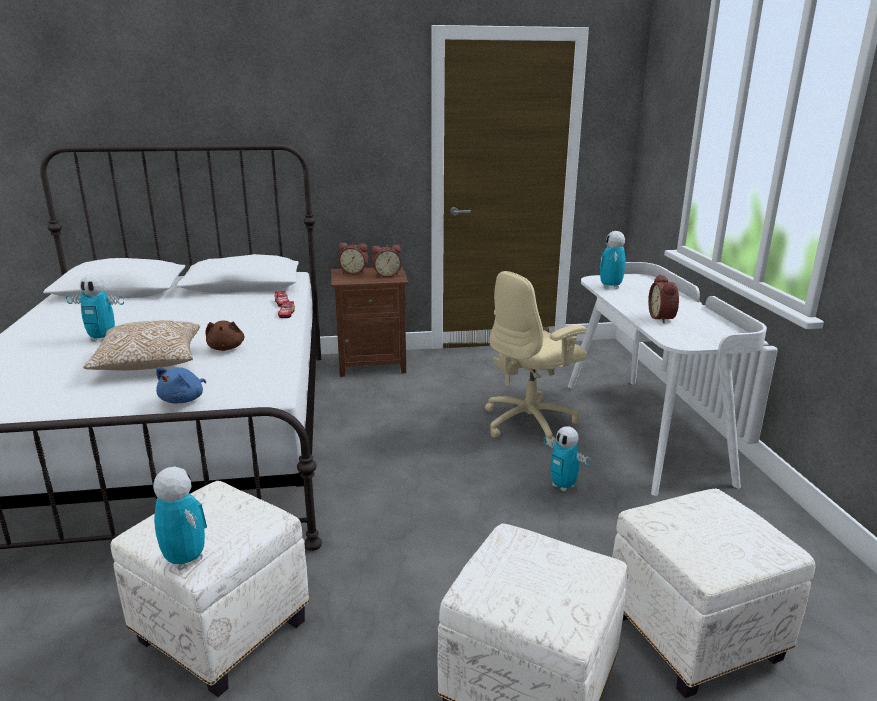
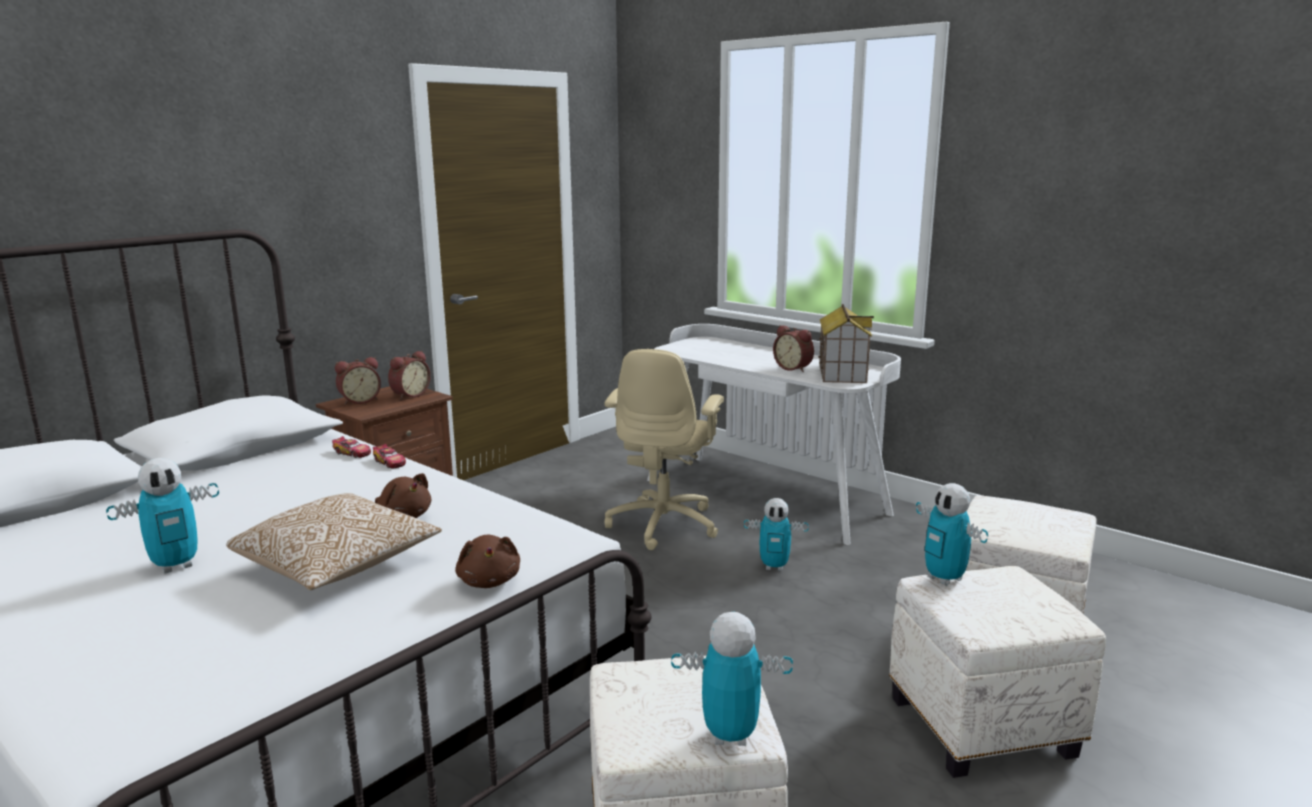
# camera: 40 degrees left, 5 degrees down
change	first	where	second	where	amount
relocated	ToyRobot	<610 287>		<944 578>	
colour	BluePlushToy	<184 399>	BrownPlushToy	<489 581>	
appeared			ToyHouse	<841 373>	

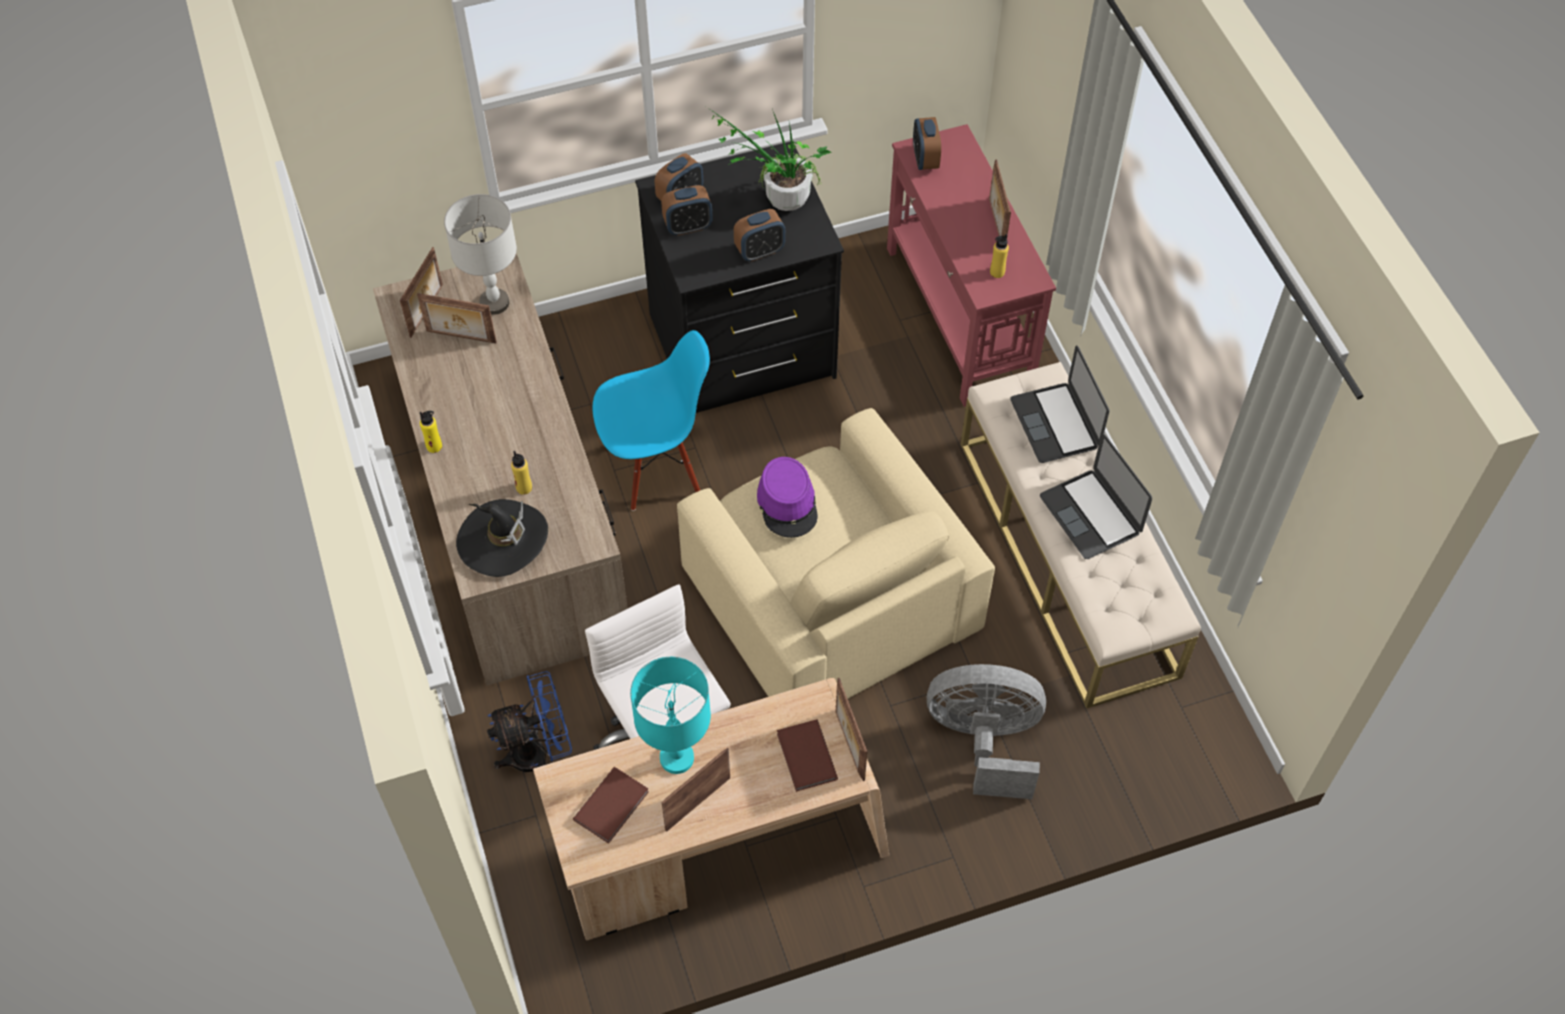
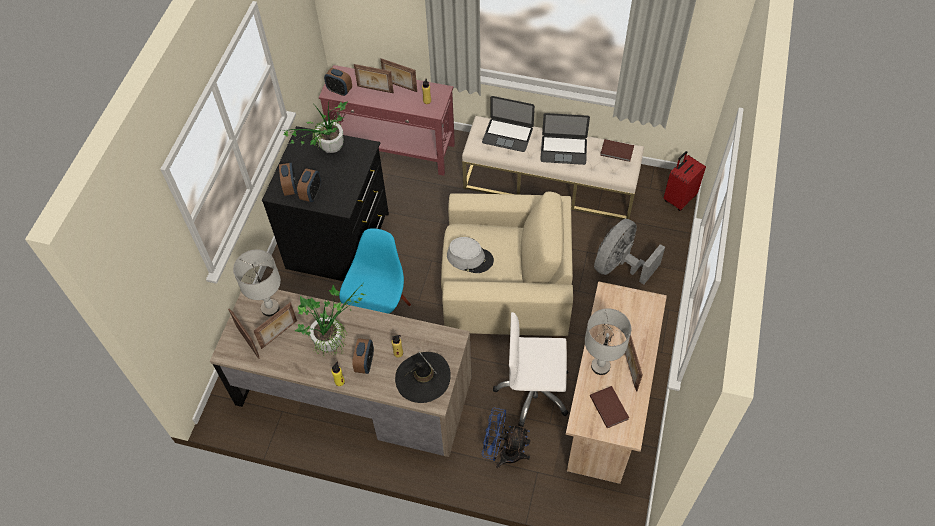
# camera: 55 degrees left, 0 degrees up
change	first	where	second	where	amount
relocated	AlarmClock	<760 251>		<365 363>	
colour	PurpleHat	<788 503>	GreyHat	<470 258>	
colour	TurquoiseTableLamp	<677 758>	GreyTableLamp	<601 366>	
spun	BlueFan	<539 753>		<504 452>	90 degrees counterclockwise
relocated	PictureFrame	<848 744>		<375 90>	
relocated	BrownBook	<805 758>		<617 152>	
appeared			RedSuitcase	<679 198>	
appeared			PottedPlant	<333 338>	

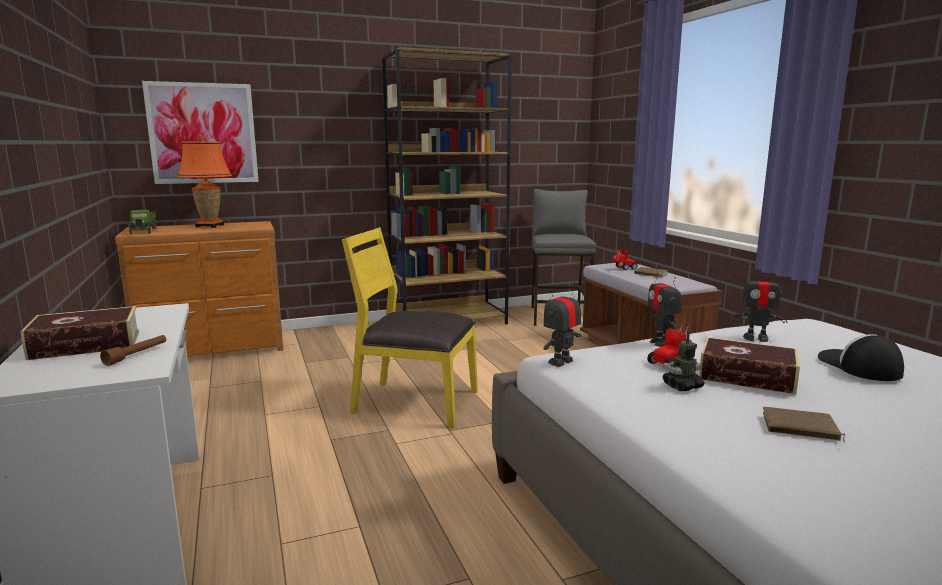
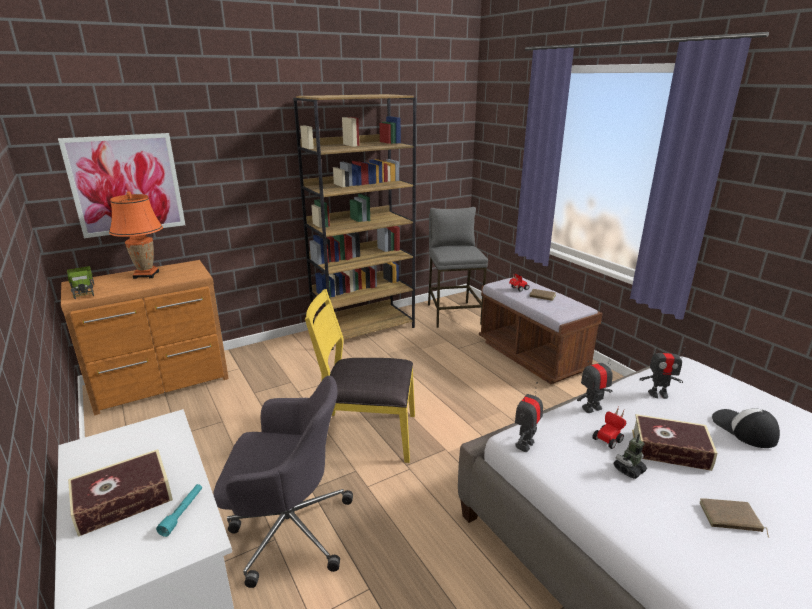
# camera: 10 degrees left, 10 degrees up
change	first	where	second	where	amount
spun	ToyRobot	<661 343>		<591 408>	90 degrees clockwise
colour	BrownFlashlight	<137 355>	TurquoiseFlashlight	<183 513>	
appeared			GreyOfficeChair	<288 529>	

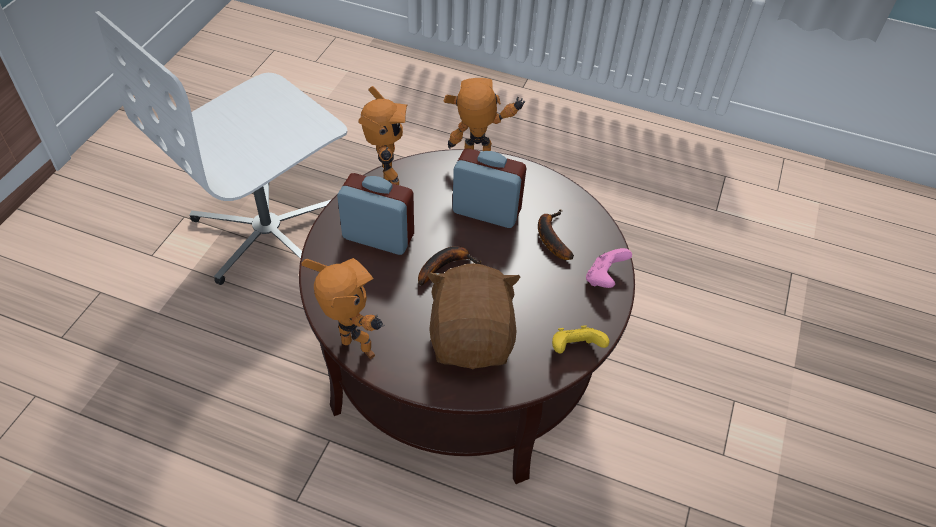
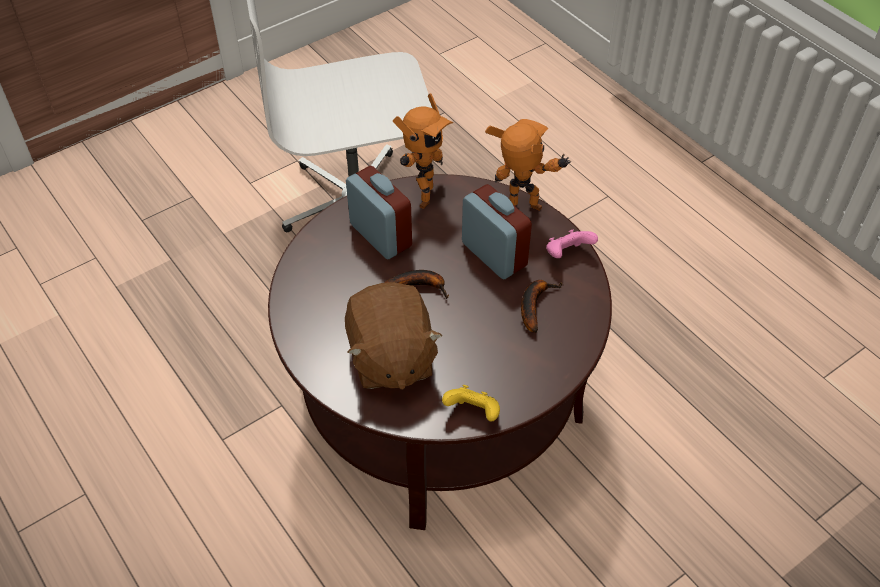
# camera: 35 degrees right, 0 degrees up
change	first	where	second	where	amount
relocated	PinkGameController	<604 278>		<567 254>	
missing	ToyRobot	<354 353>			
spun	BrownPlushToy	<472 338>		<390 358>	135 degrees clockwise

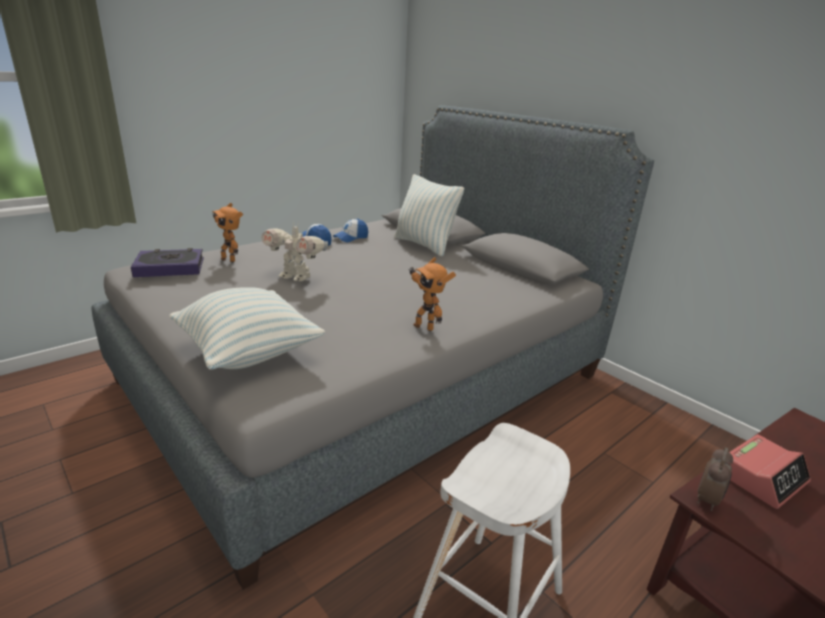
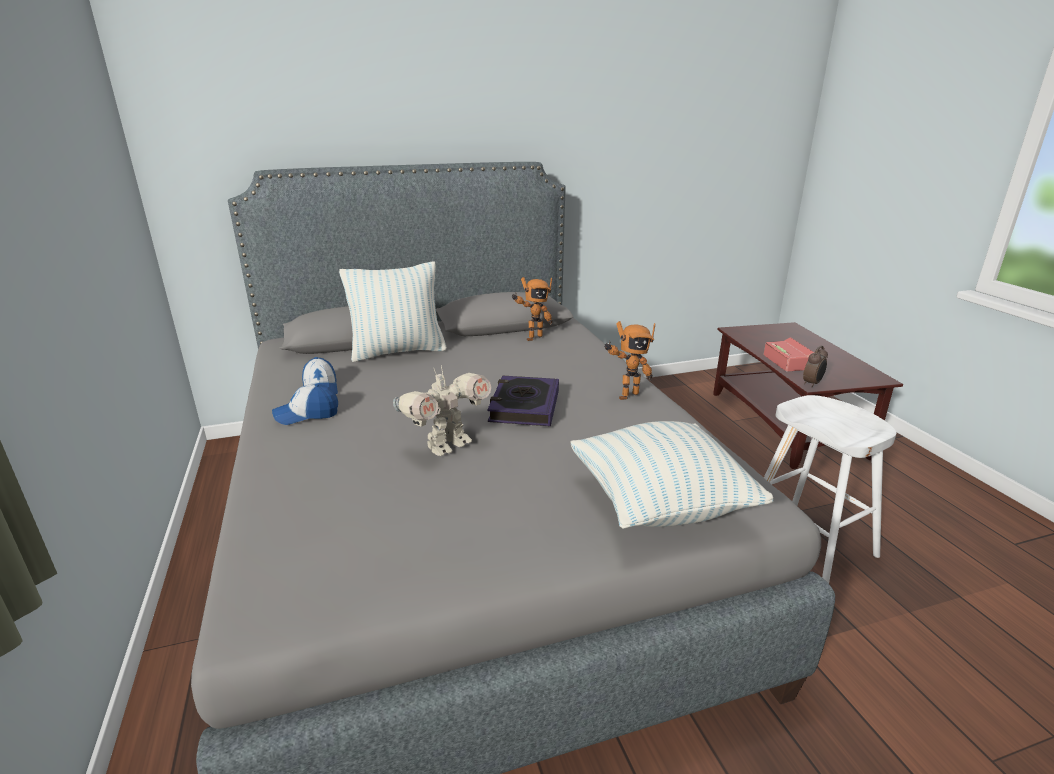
# camera: 65 degrees left, 0 degrees up
change	first	where	second	where	amount
relocated	ToyRobot	<229 259>		<532 337>	
relocated	Book	<170 268>		<524 406>	
spun	AlarmClock	<707 500>		<812 384>	75 degrees clockwise

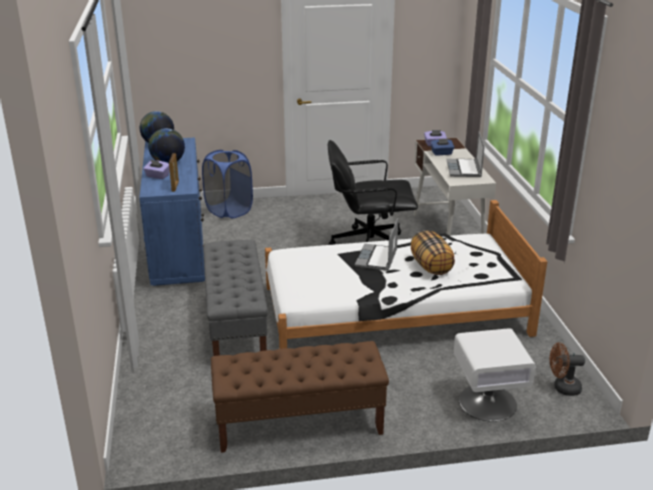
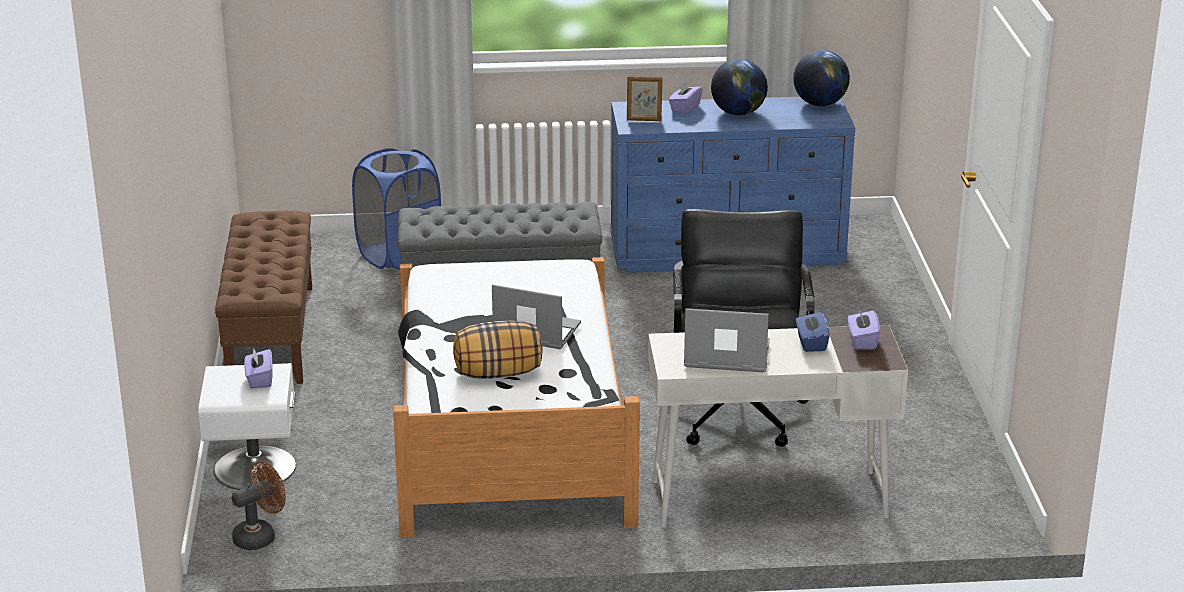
# camera: 95 degrees right, 0 degrees up
change	first	where	second	where	amount
relocated	BlueLaundryBasket	<229 210>		<399 255>	
spun	BrownFan	<562 388>		<260 536>	45 degrees clockwise
appeared			PurpleTissueBox	<259 380>	

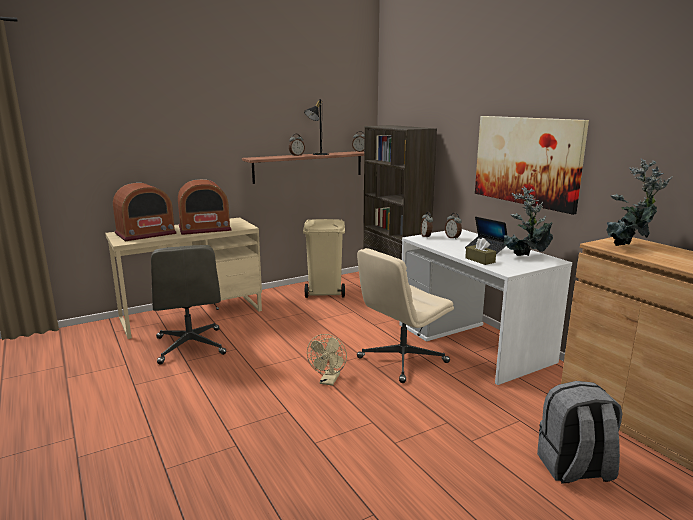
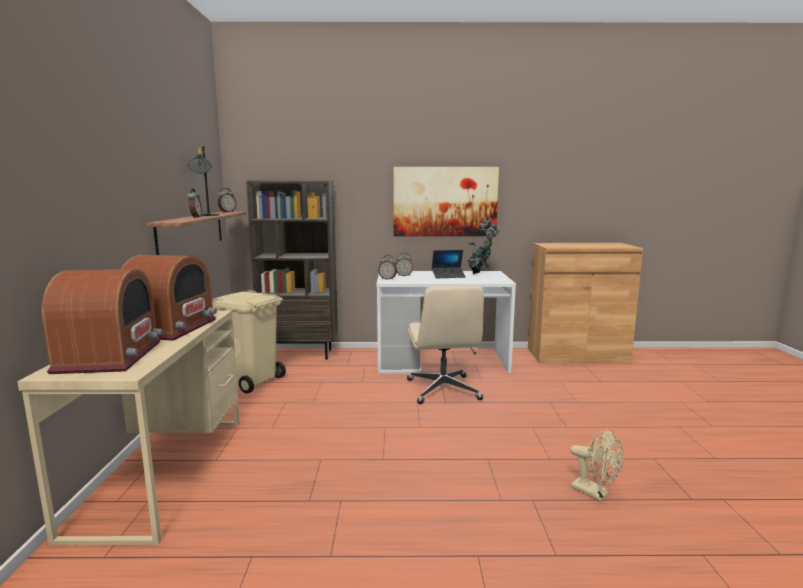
# camera: 60 degrees left, 5 degrees down
change	first	where	second	where	amount
missing	PottedPlant	<628 247>			
missing	BrownTissueBox	<480 260>			
missing	GreyOfficeChair	<190 346>			
relocated	BeigeFan	<329 381>		<595 493>	
missing	GreyBackpack	<574 469>			

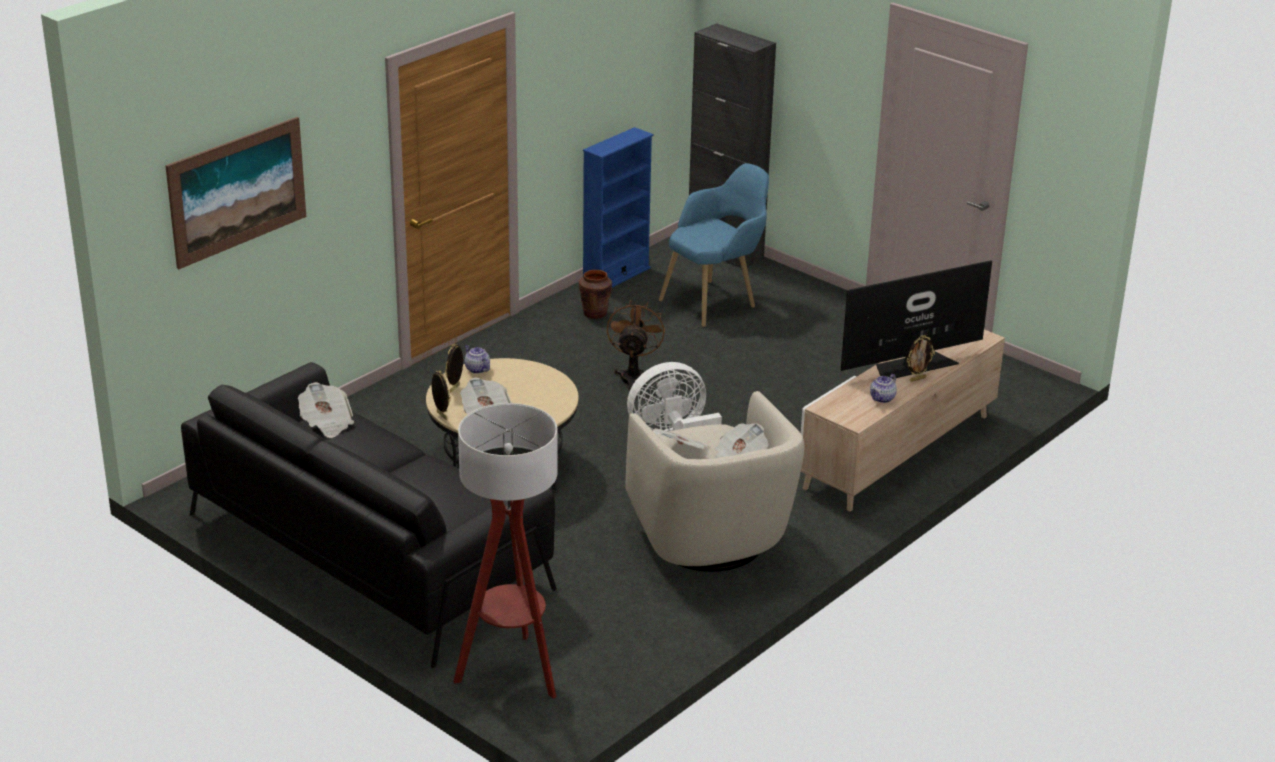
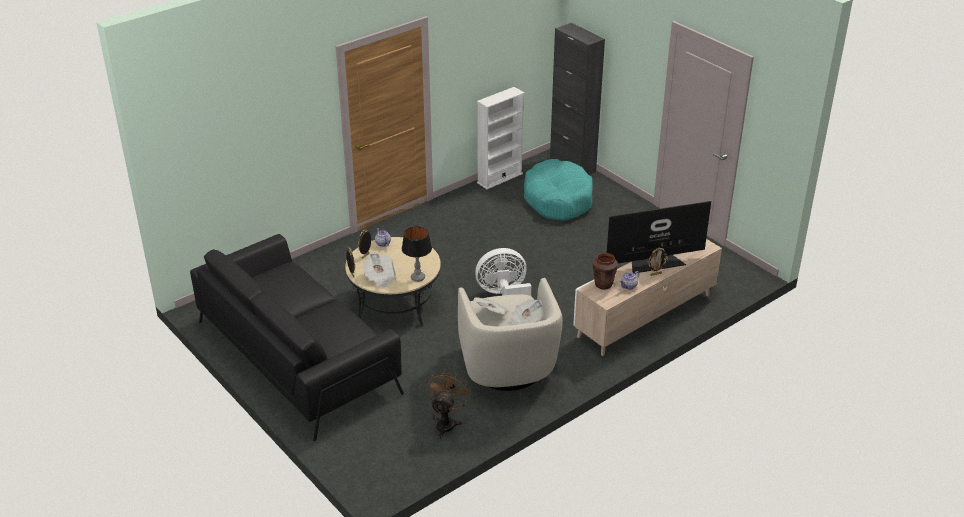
# camera: 10 degrees right, 5 degrees up
change	first	where	second	where	amount
missing	Picture	<237 191>			
colour	BlueBookcase	<616 276>	WhiteBookcase	<499 178>	
exchanged	BlueArmchair	<716 300>	TurquoiseDogBed	<558 199>	
relocated	BrownVase	<595 313>		<603 284>	
relocated	BrownFan	<633 376>		<446 422>	
missing	Newspaper	<326 423>			
missing	FloorLamp	<512 671>			
appeared			TableLamp	<417 278>	

